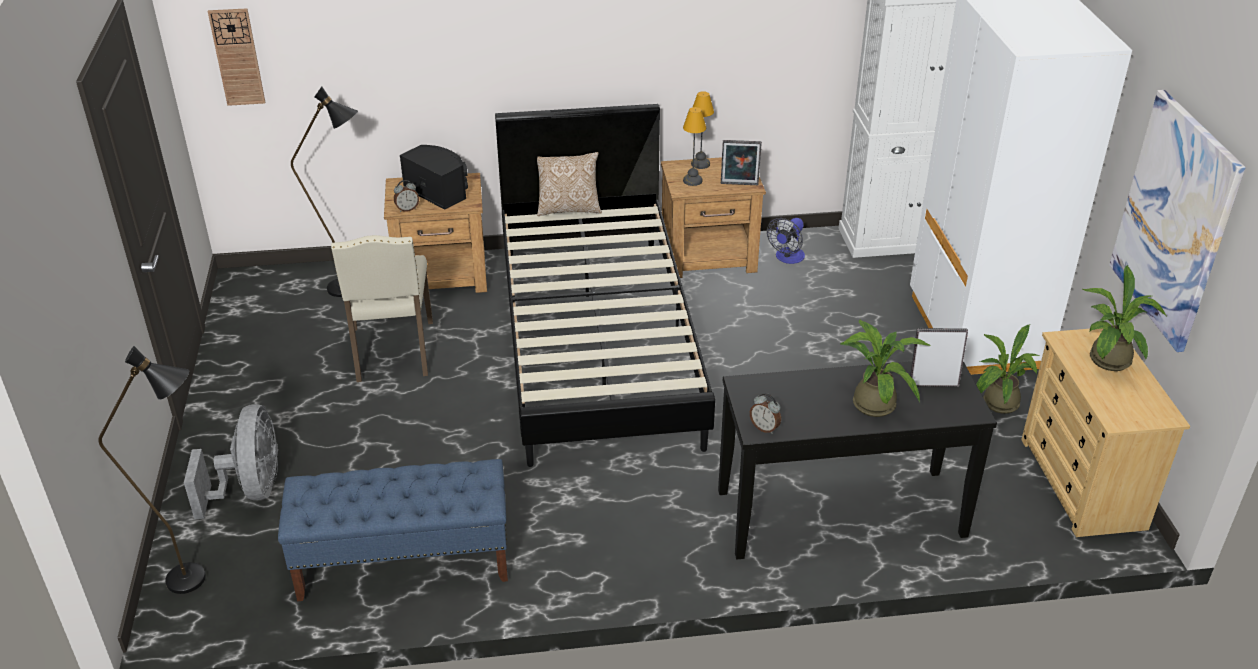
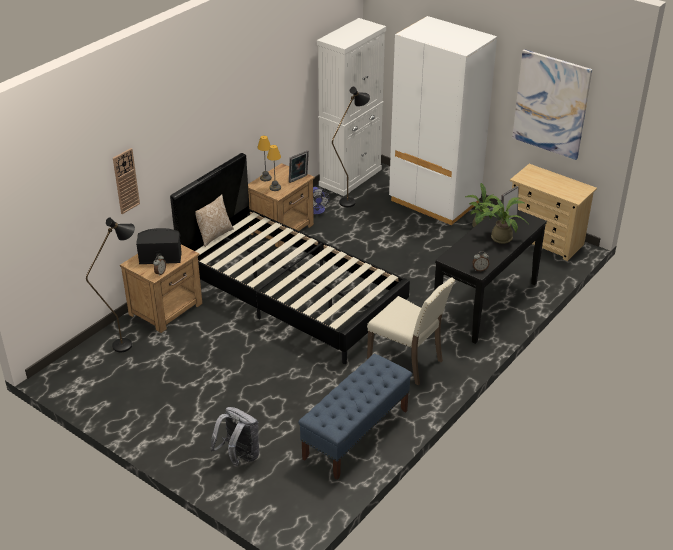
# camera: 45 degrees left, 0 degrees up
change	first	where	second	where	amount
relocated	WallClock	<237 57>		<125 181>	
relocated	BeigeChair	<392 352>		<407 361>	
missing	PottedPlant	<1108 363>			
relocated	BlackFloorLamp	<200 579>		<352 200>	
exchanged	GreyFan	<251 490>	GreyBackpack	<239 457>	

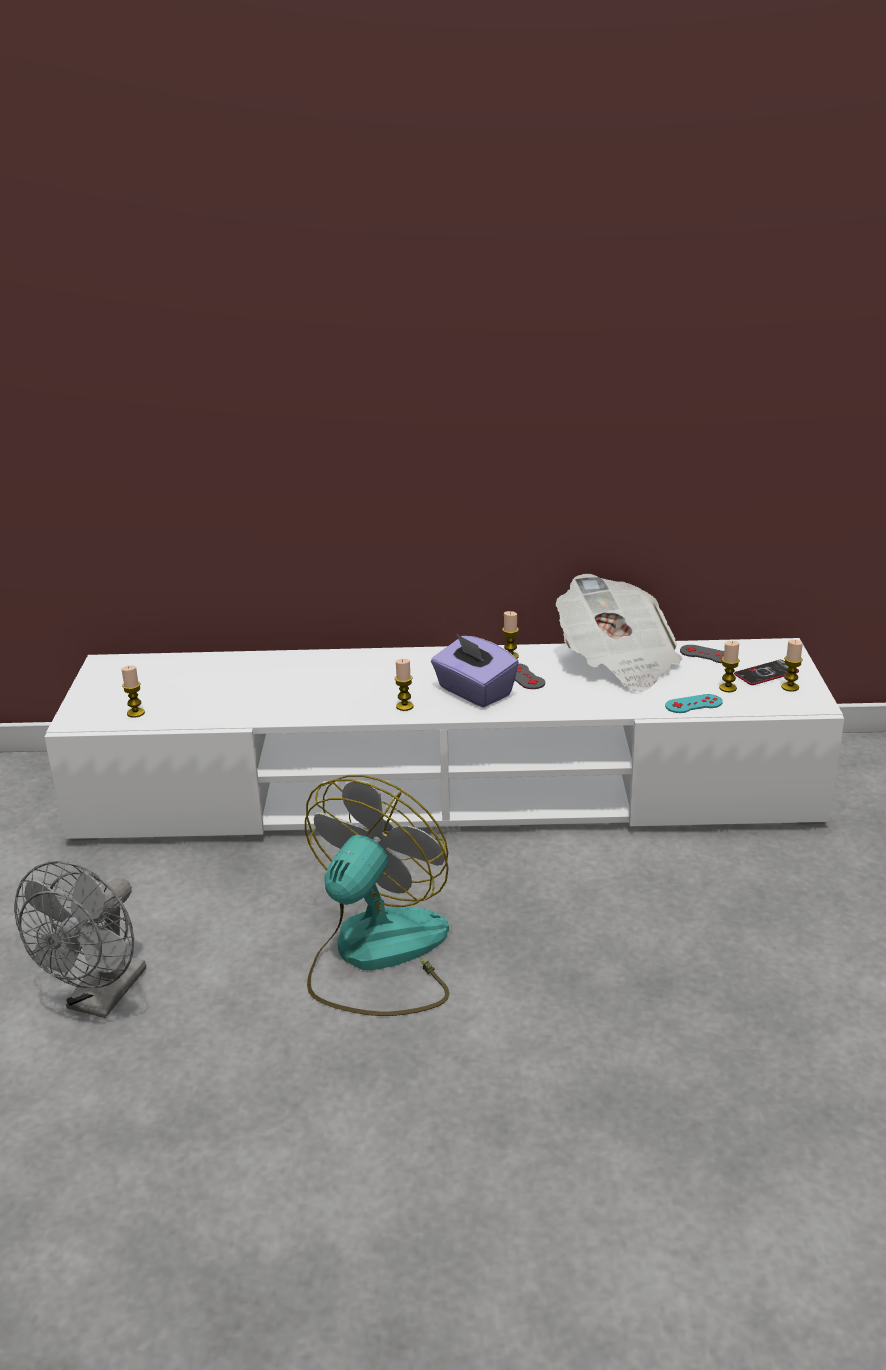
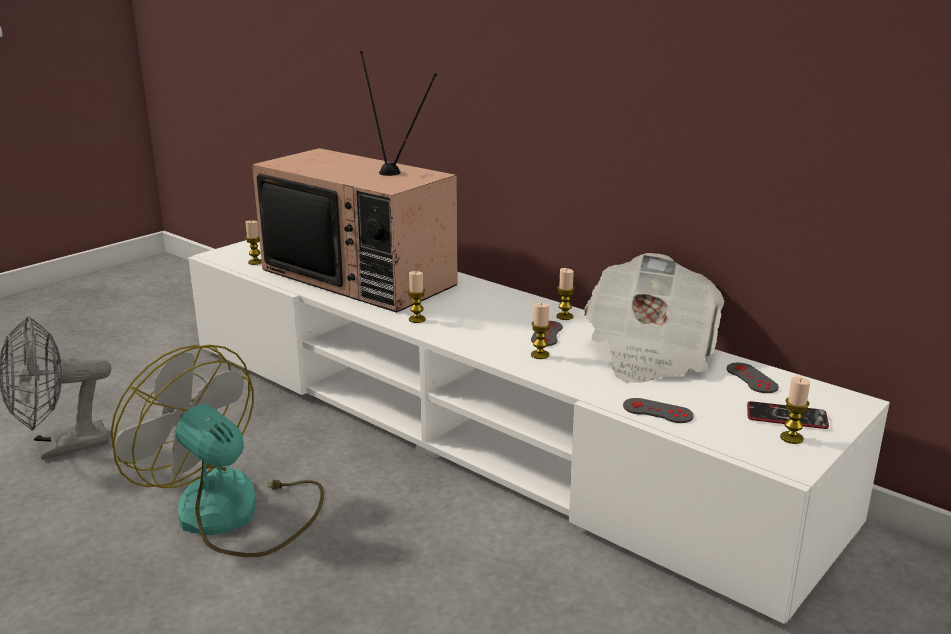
# camera: 40 degrees right, 5 degrees down
change	first	where	second	where	amount
missing	PurpleTissueBox	<474 692>			
relocated	Candle	<728 688>		<540 355>	
colour	TurquoiseGameController	<693 704>	GreyGameController	<657 411>	
spun	Fan	<377 956>		<235 514>	120 degrees counterclockwise
appeared			Television	<363 277>	

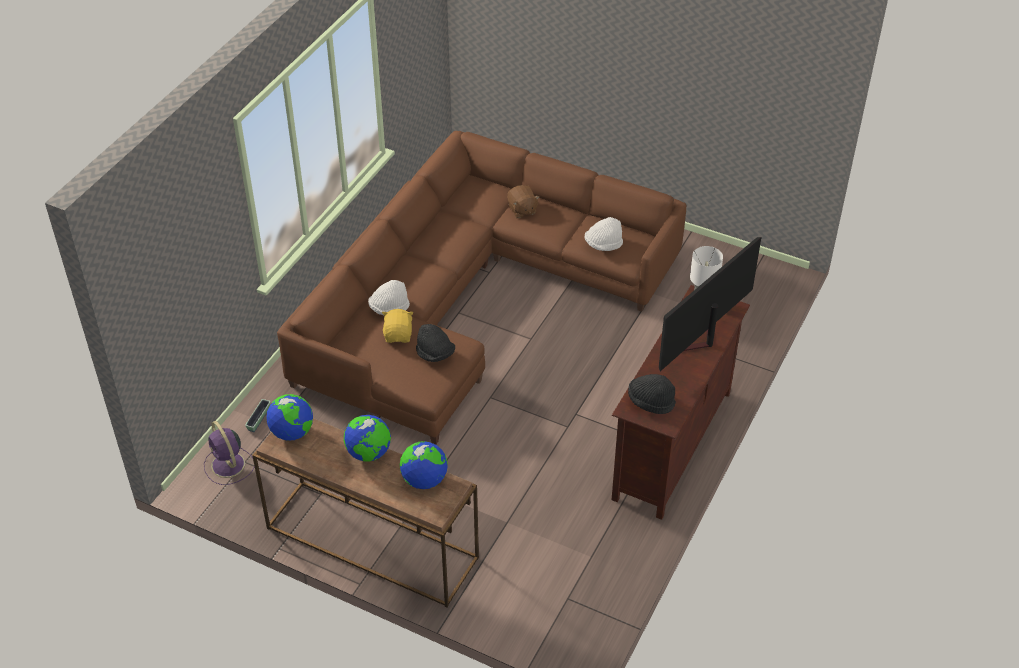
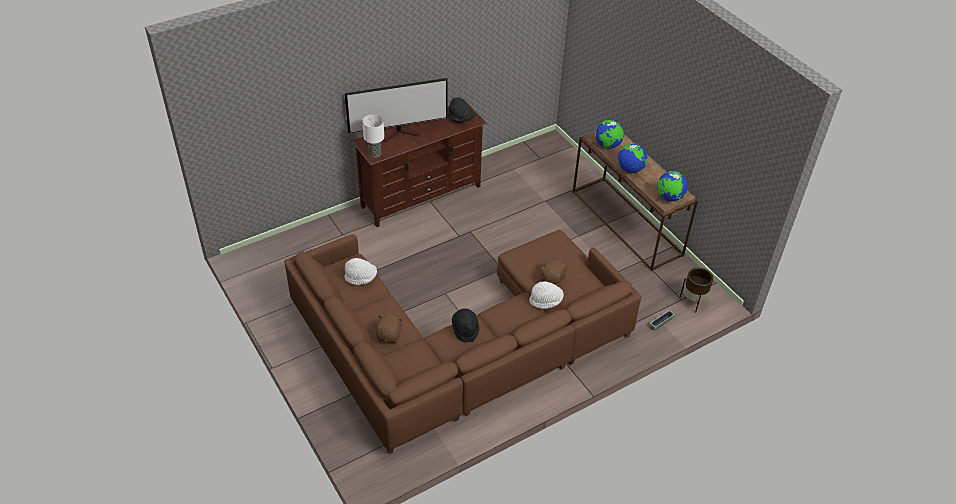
# camera: 150 degrees left, 0 degrees up
change	first	where	second	where	amount
colour	YellowPlushToy	<398 335>	BrownPlushToy	<552 279>	
relocated	BlackHat	<435 354>		<465 329>	
exchanged	PurpleFan	<229 466>	BrownPlanter	<693 301>	

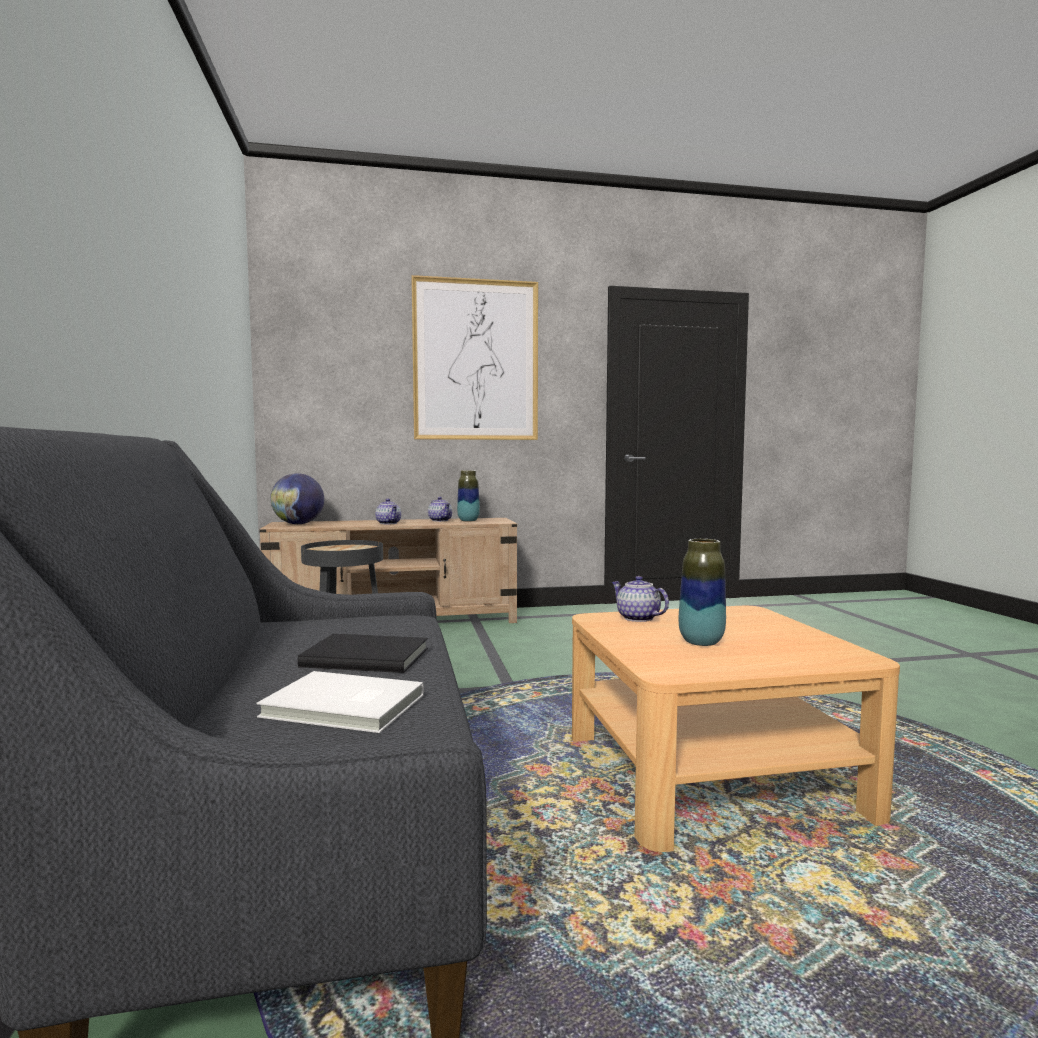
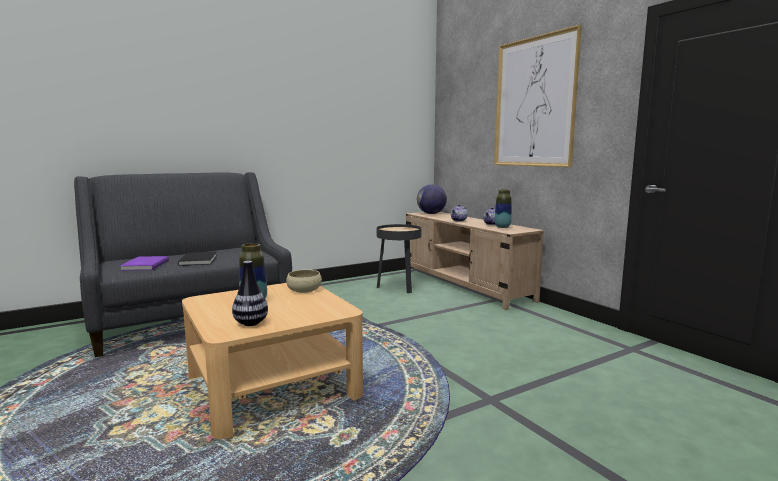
# camera: 70 degrees right, 5 degrees up
change	first	where	second	where	amount
exchanged	Teapot	<637 618>	BeigeBowl	<304 290>	
colour	WhiteBook	<344 707>	PurpleBook	<143 265>	
appeared			Vase	<251 323>	

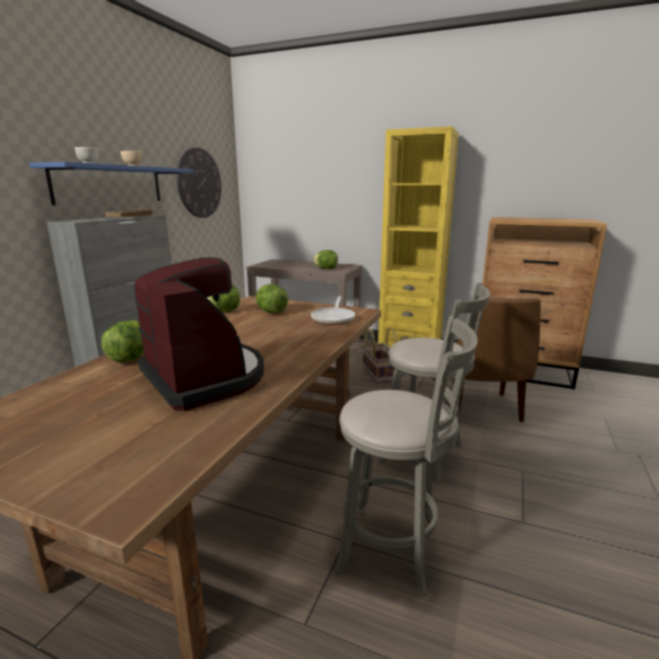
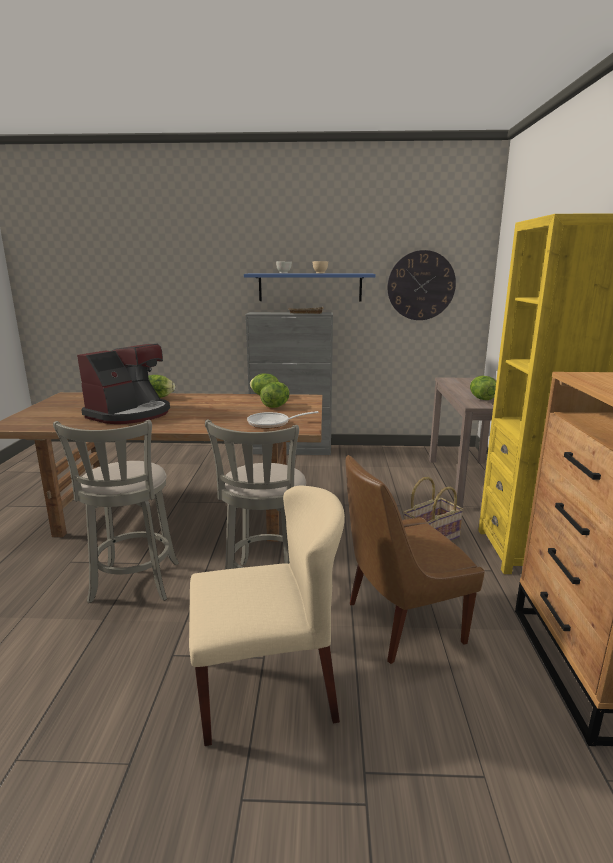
# camera: 70 degrees right, 0 degrees up
change	first	where	second	where	amount
appeared			BeigeChair	<267 688>	

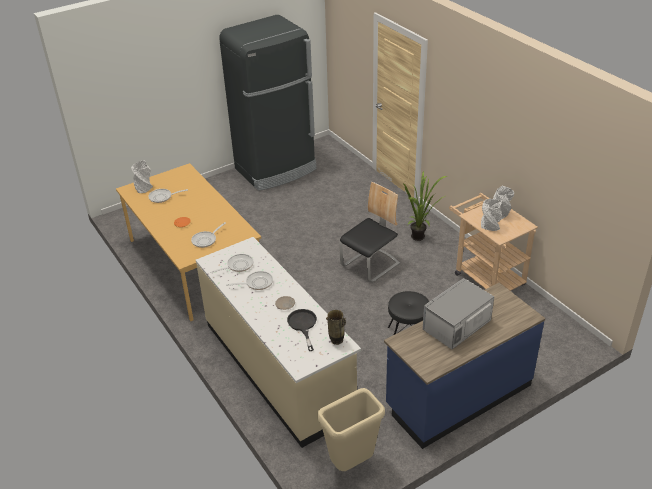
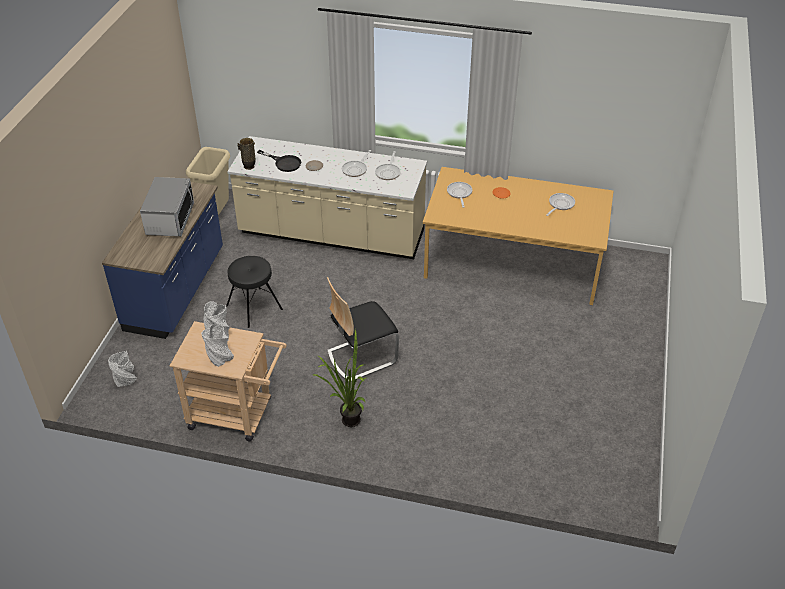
# camera: 135 degrees right, 5 degrees up
change	first	where	second	where	amount
missing	BlackFridge	<276 169>			
relocated	GreyVase	<144 188>		<126 380>	
spun	Chair	<370 265>		<361 356>	60 degrees clockwise

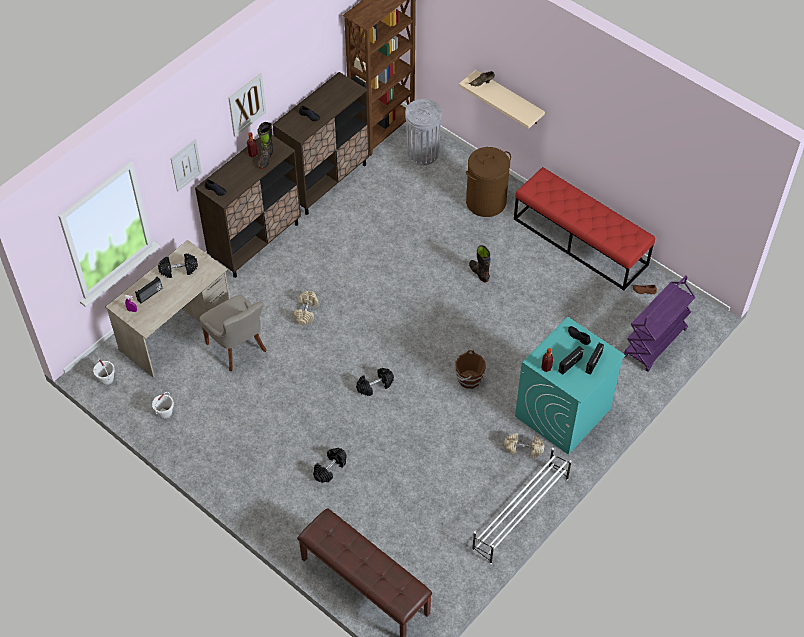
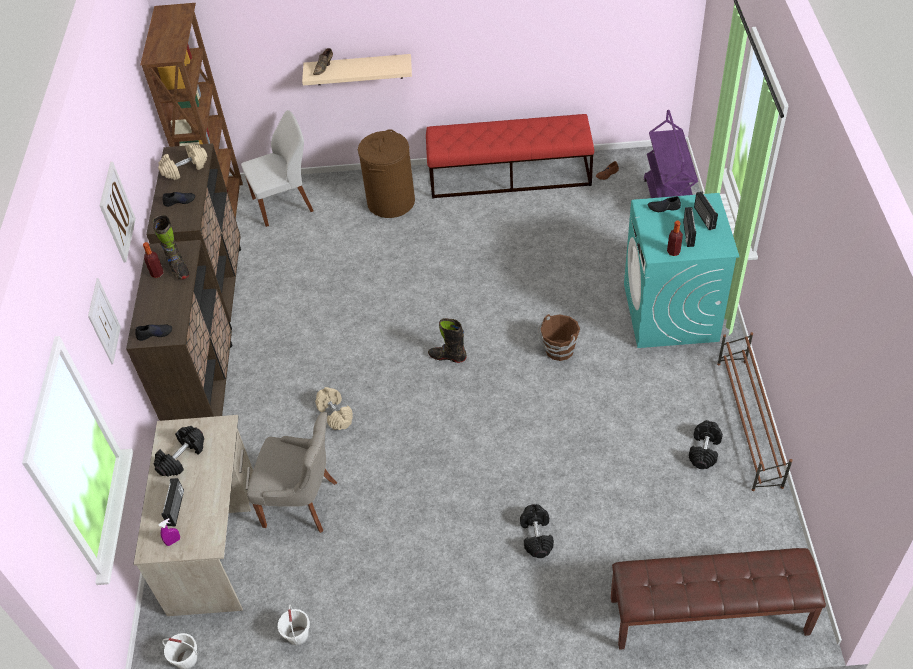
# camera: 40 degrees left, 5 degrees down
change	first	where	second	where	amount
exchanged	GreyTrashCan	<422 153>	WhiteChair	<284 204>	
relocated	BlackBoot	<479 273>		<447 357>	
relocated	BlackDumbbell	<375 386>		<704 450>	
relocated	BeigeDumbbell	<523 449>		<185 168>	
colour	WhiteShoeRack	<520 514>	BrownShoeRack	<748 423>	

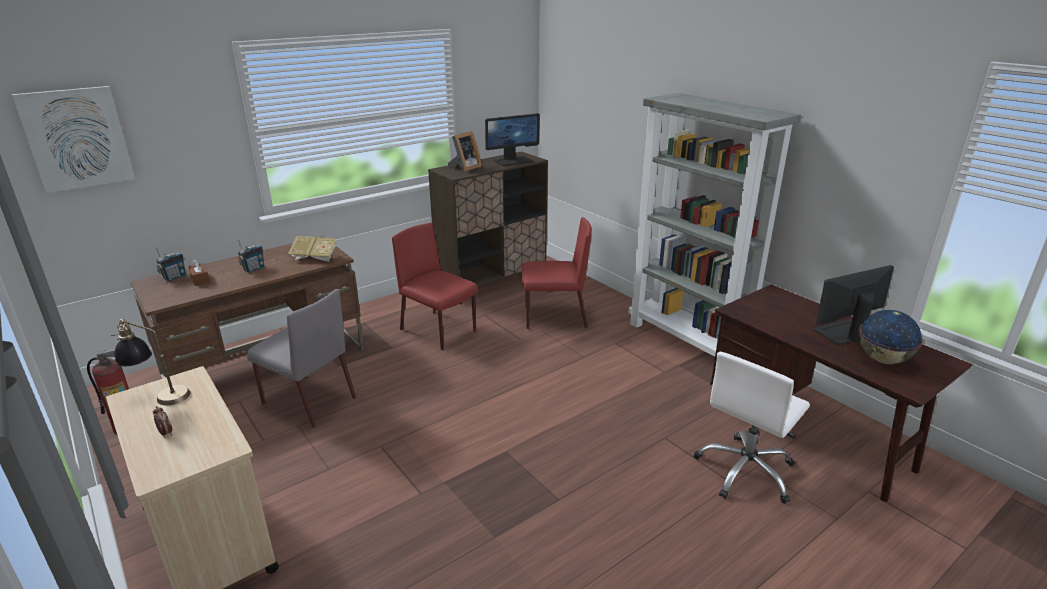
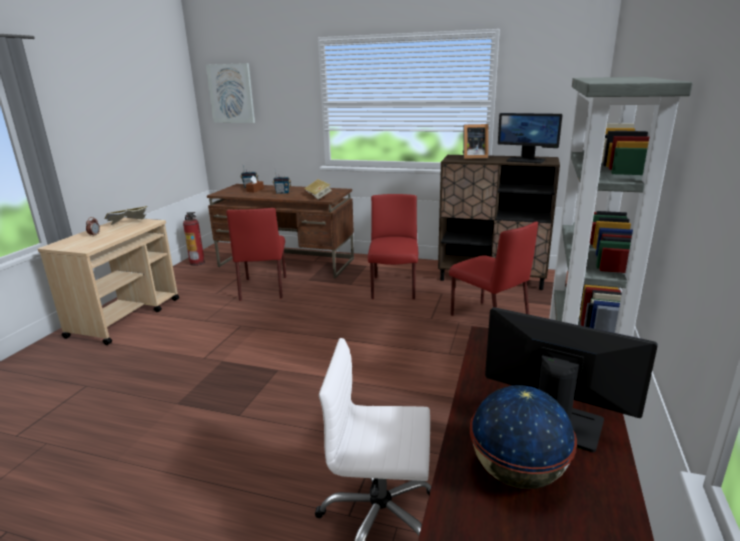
# camera: 55 degrees right, 5 degrees down
change	first	where	second	where	amount
colour	GreyChair	<308 400>	RedChair	<263 287>	
exchanged	TableLamp	<159 396>	Book	<128 223>	

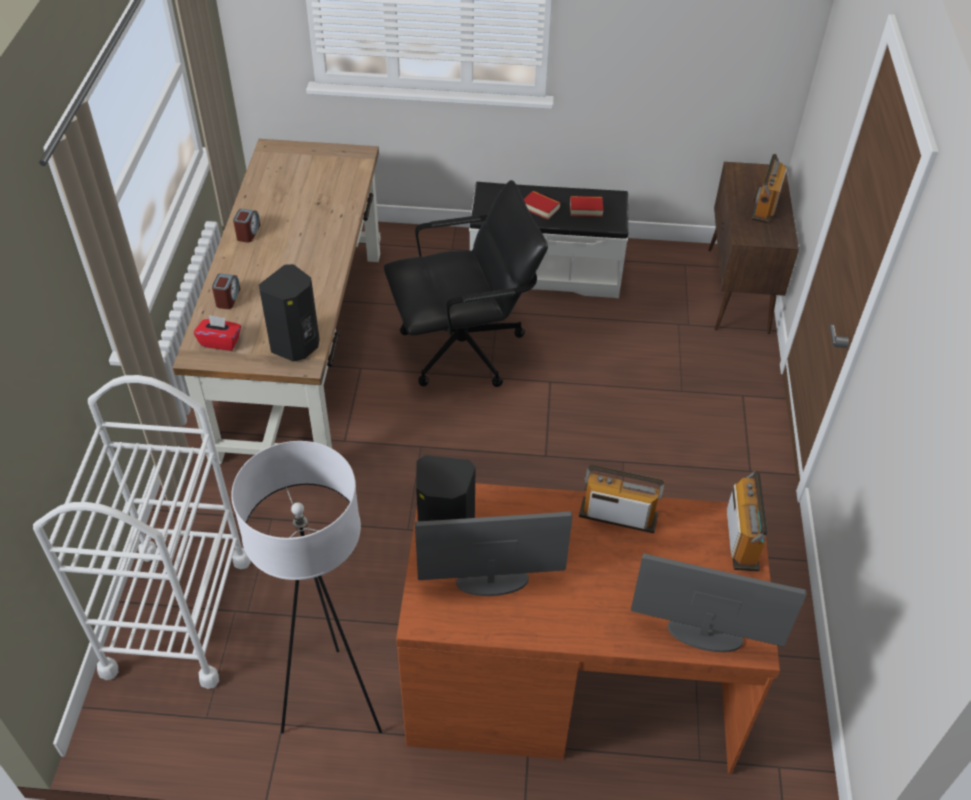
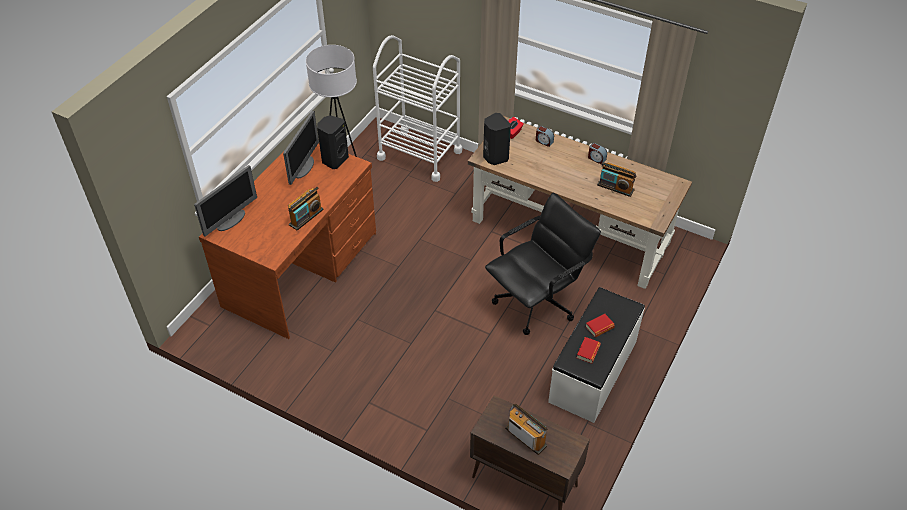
# camera: 115 degrees right, 0 degrees up
change	first	where	second	where	amount
spun	BlackOfficeChair	<464 349>		<536 302>	135 degrees counterclockwise
relocated	Radio	<743 538>		<615 187>	

